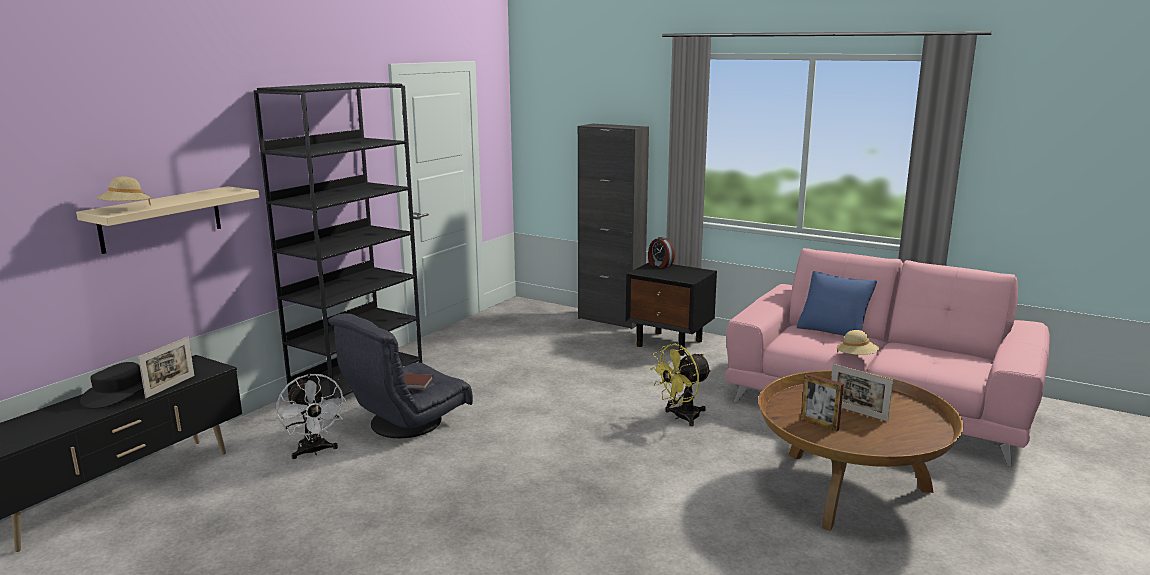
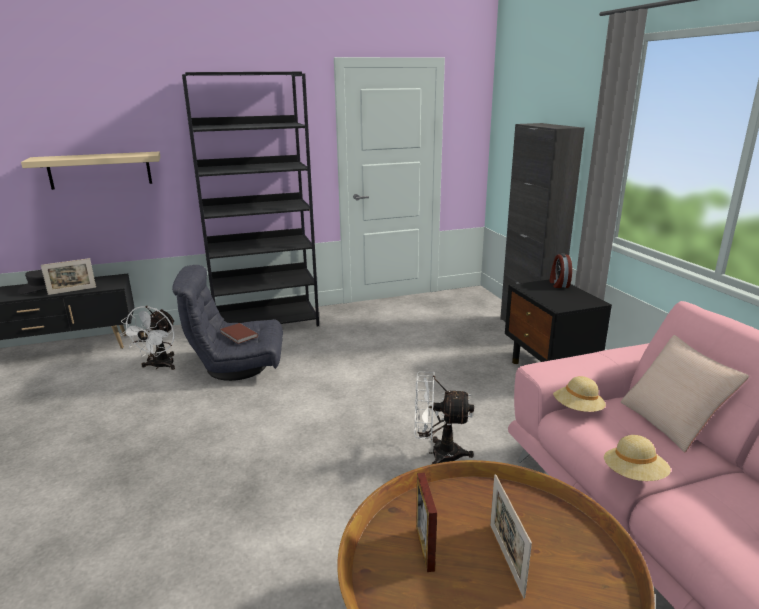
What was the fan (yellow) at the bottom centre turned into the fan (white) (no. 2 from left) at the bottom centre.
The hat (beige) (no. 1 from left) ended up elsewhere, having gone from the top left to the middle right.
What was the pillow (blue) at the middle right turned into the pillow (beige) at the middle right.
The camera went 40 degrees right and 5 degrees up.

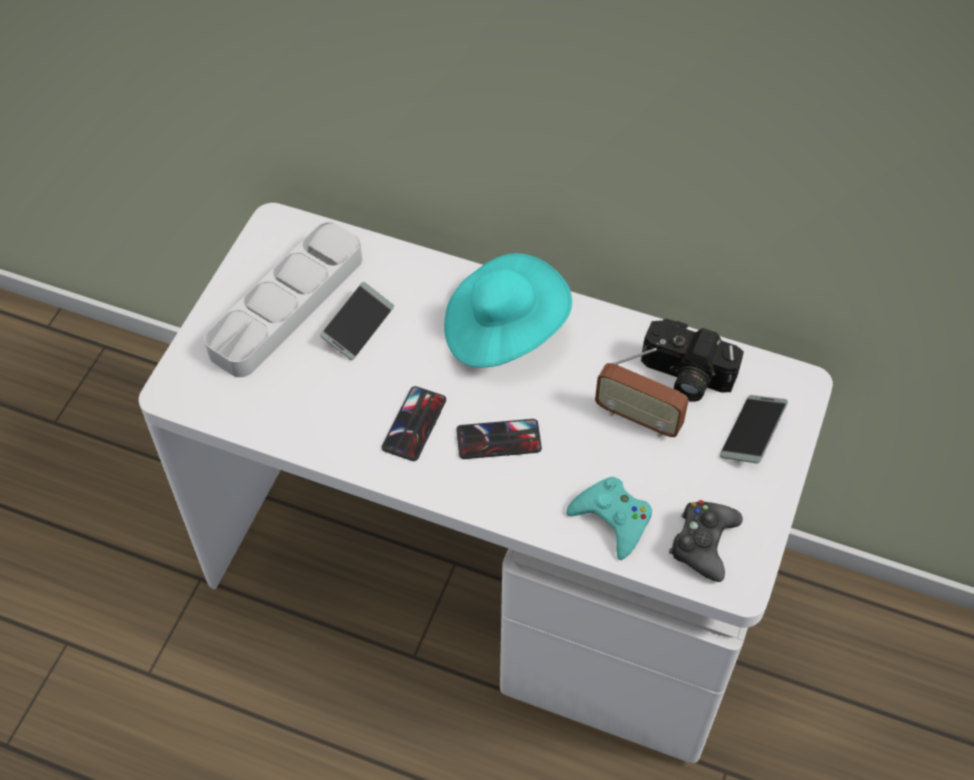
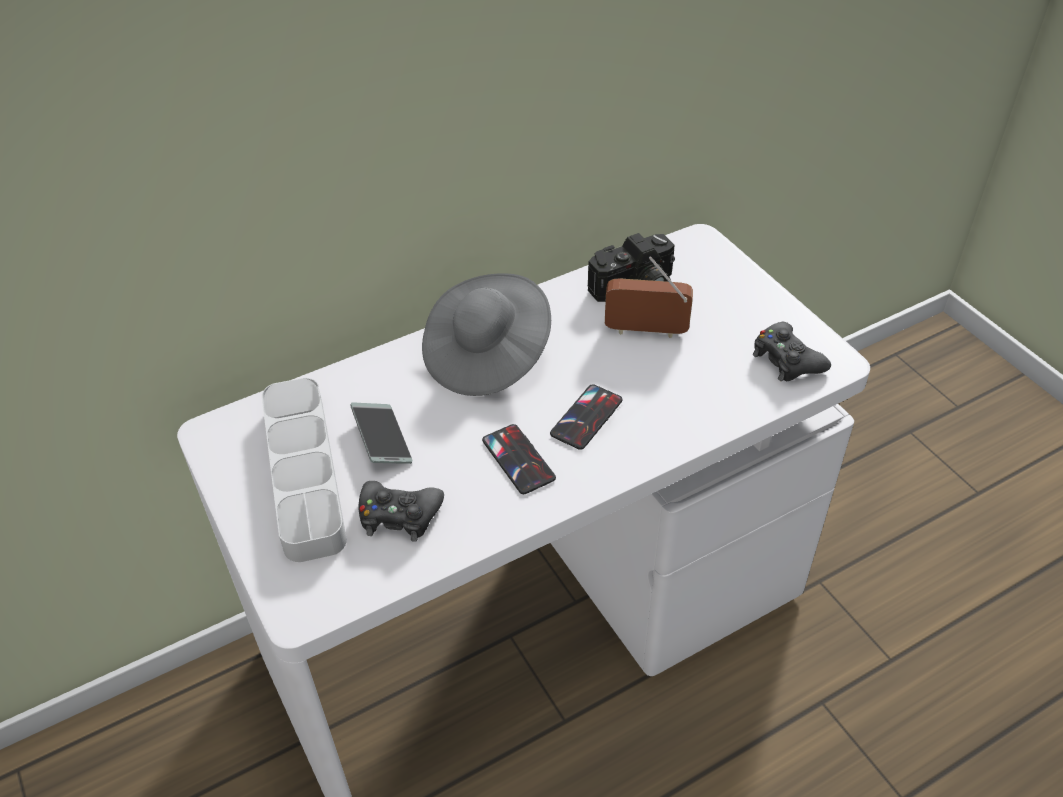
The second view gained the game controller (black) (no. 1 from left) at the centre.
What was the hat (turquoise) at the centre turned into the hat (grey) at the centre.
The radio at the centre ended up facing another way, 150 degrees counterclockwise from before.
The second view lost the game controller (turquoise) at the centre.
The second view lost the phone (no. 4 from left) at the middle right.
The camera went 50 degrees left and 10 degrees down.

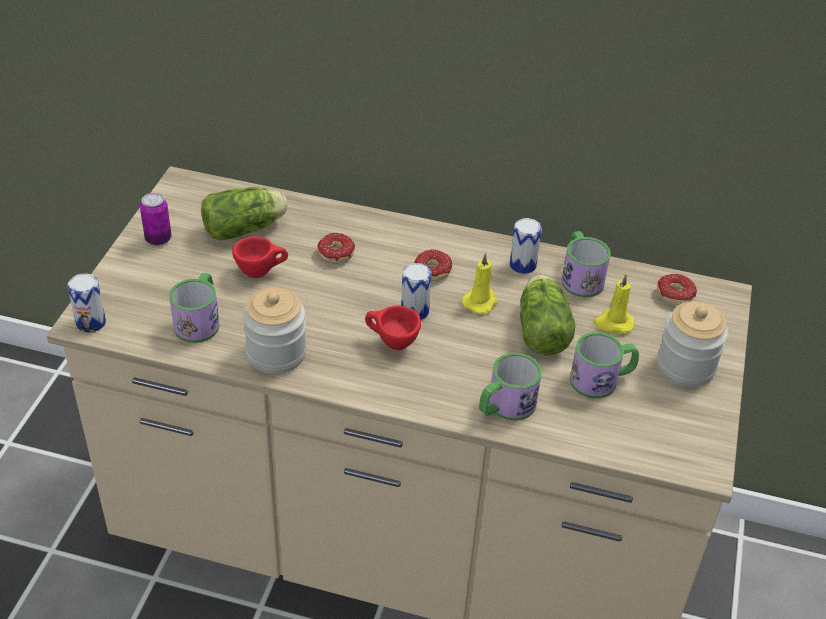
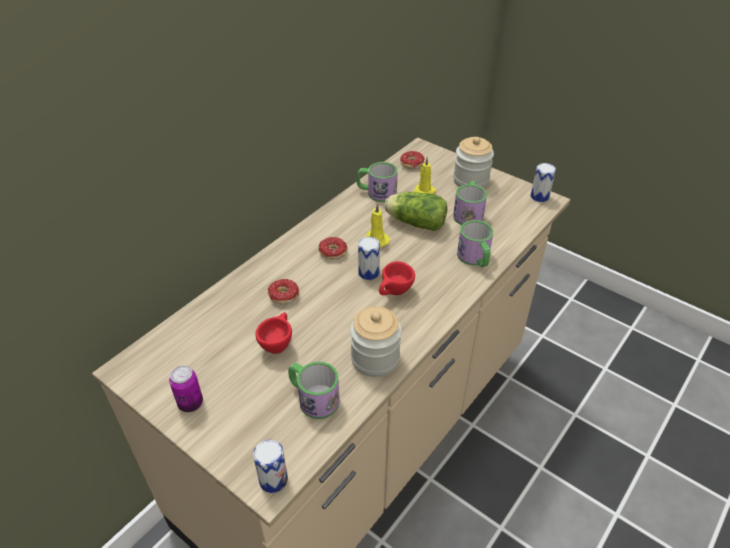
The can (no. 4 from left) ended up elsewhere, having gone from the centre to the top right.
The second view lost the lettuce (no. 1 from left) at the middle left.
The camera went 65 degrees left and 0 degrees up.

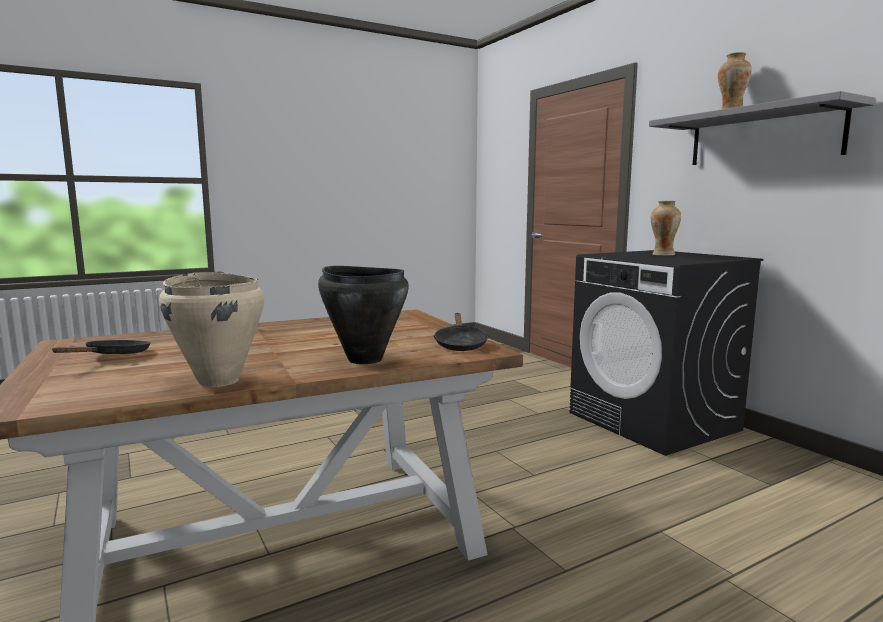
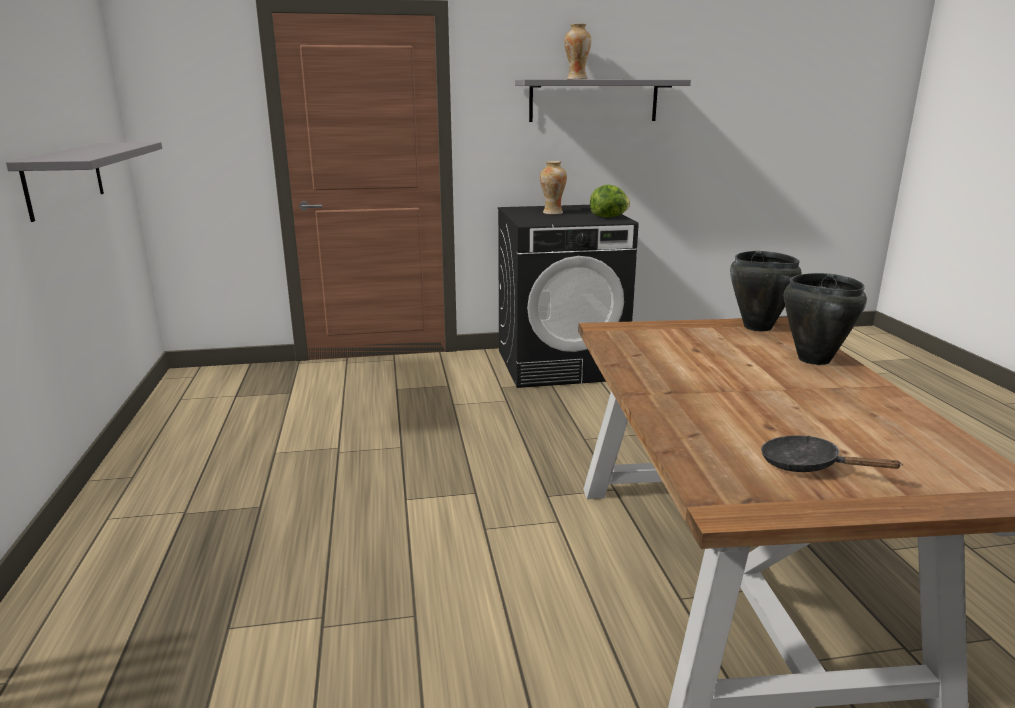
The second view gained the shelf (grey) (no. 1 from left) at the top left.
The second view gained the lettuce at the top centre.
Where the frying pan (black) (no. 2 from left) stood at the centre, the cooking pot (black) (no. 1 from left) came to stand at the middle right.
The second view lost the cooking pot (beige) at the middle left.
The camera went 70 degrees left and 10 degrees up.

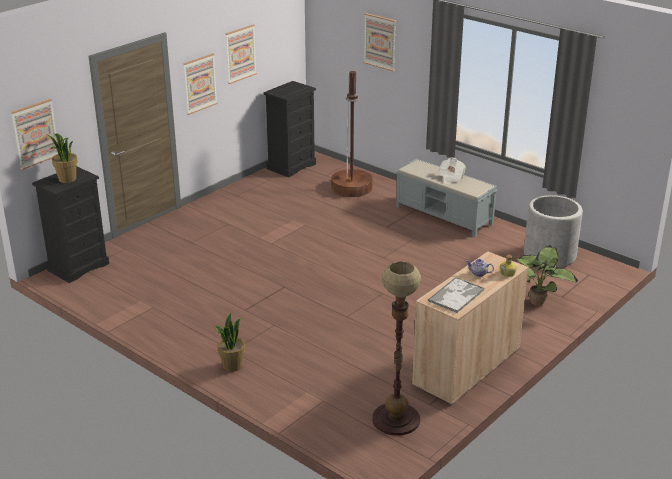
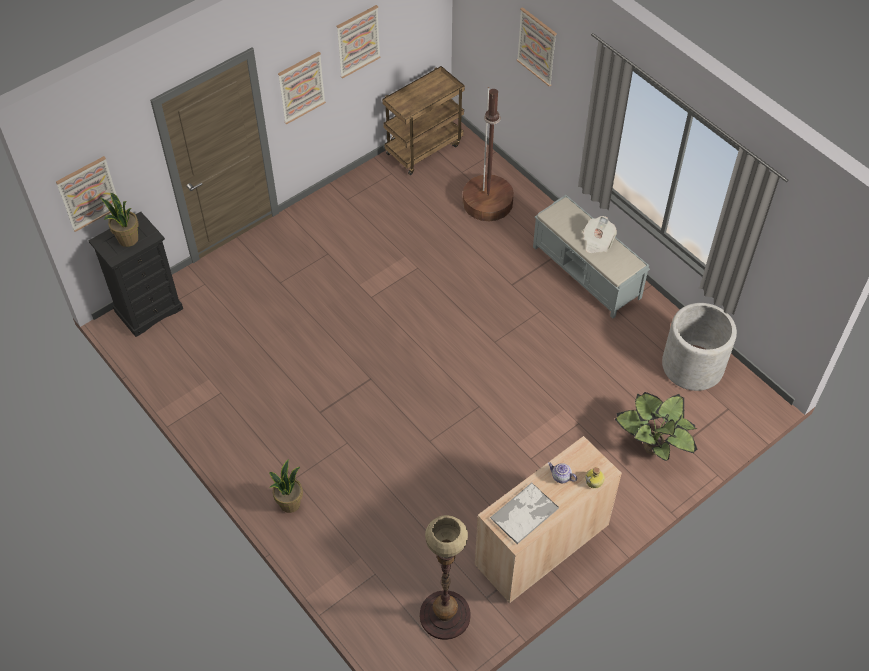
Where the dresser (black) (no. 2 from left) stood at the top centre, the cart (brown) came to stand at the top centre.
The camera went 10 degrees right and 25 degrees up.

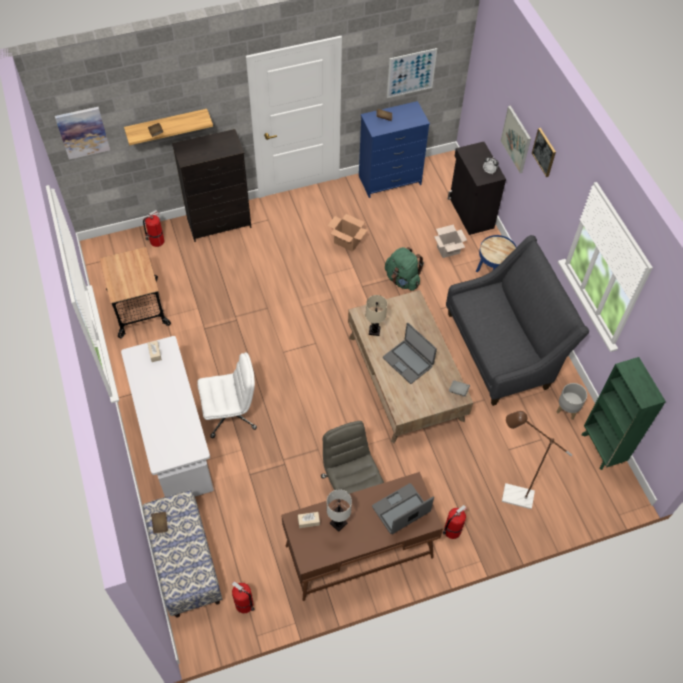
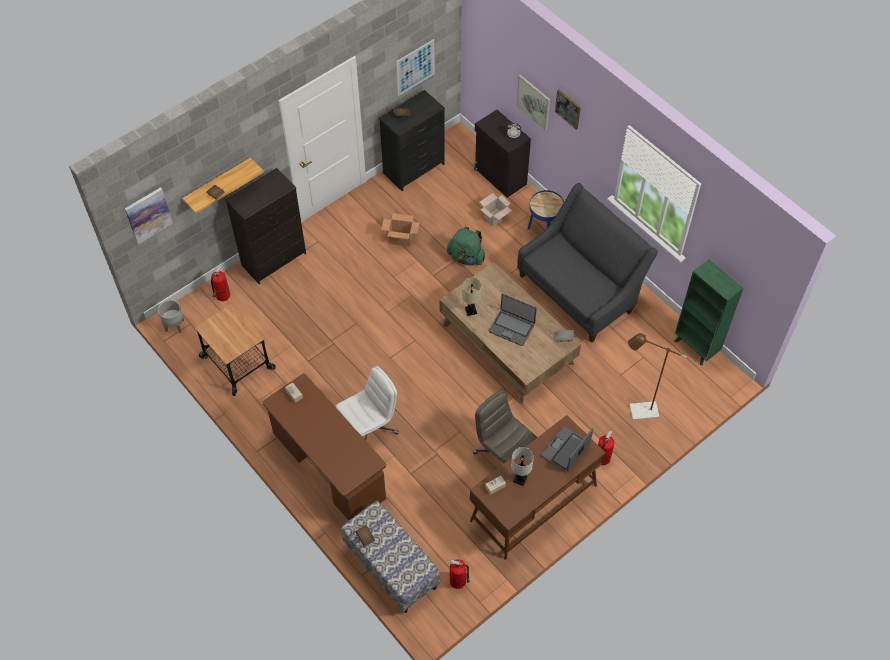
The planter (grey) ended up elsewhere, having gone from the middle right to the middle left.
What was the desk (white) at the middle left turned into the desk (brown) (no. 1 from left) at the bottom centre.
What was the dresser (blue) at the top centre turned into the dresser (black) (no. 2 from left) at the top centre.
The camera went 20 degrees left and 0 degrees up.

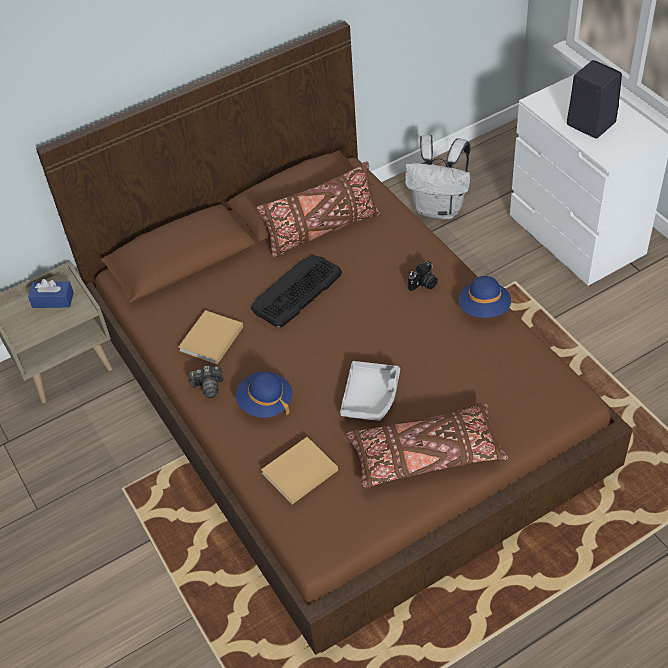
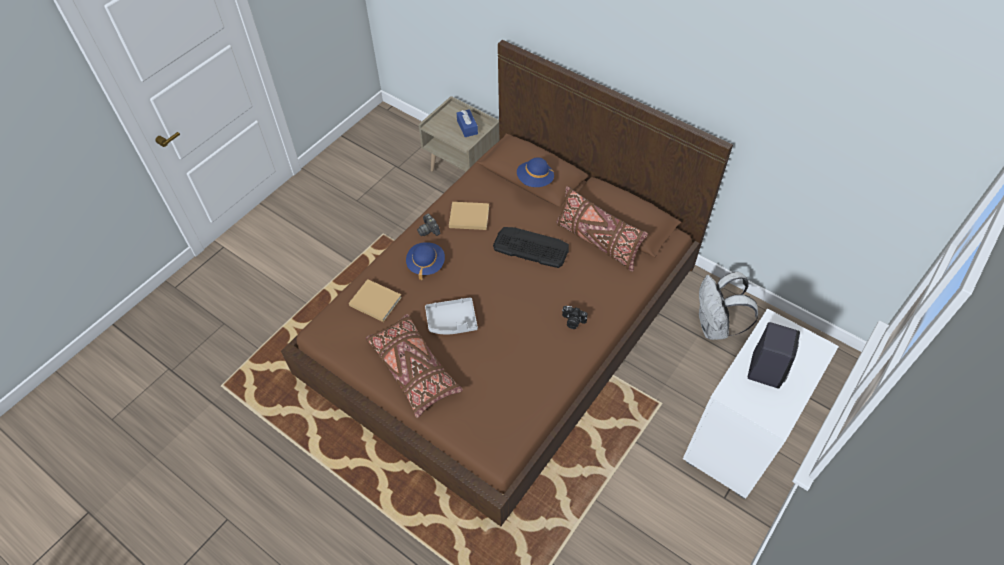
The hat (blue) (no. 2 from left) ended up elsewhere, having gone from the middle right to the top centre.
The camera went 65 degrees right and 5 degrees up.

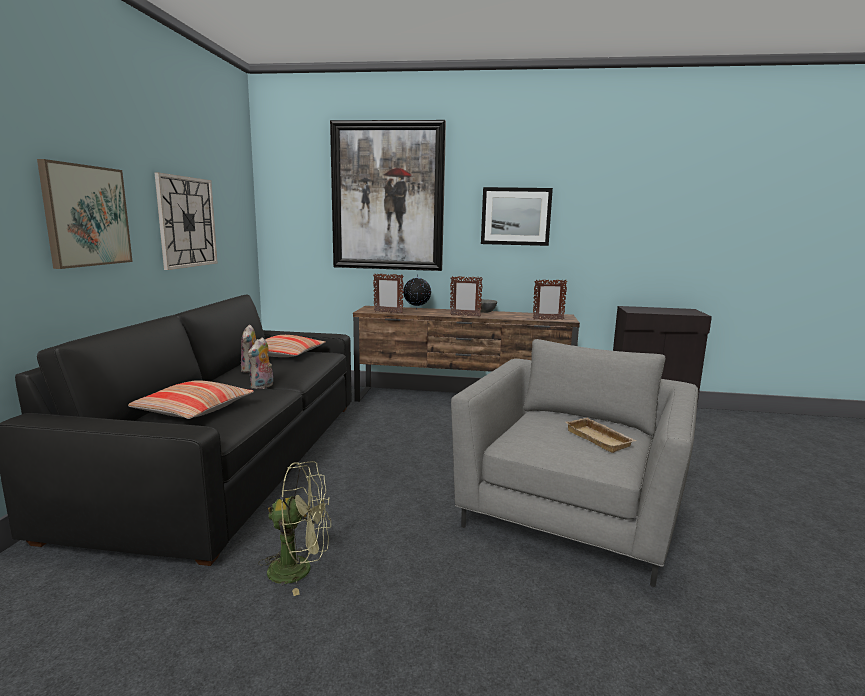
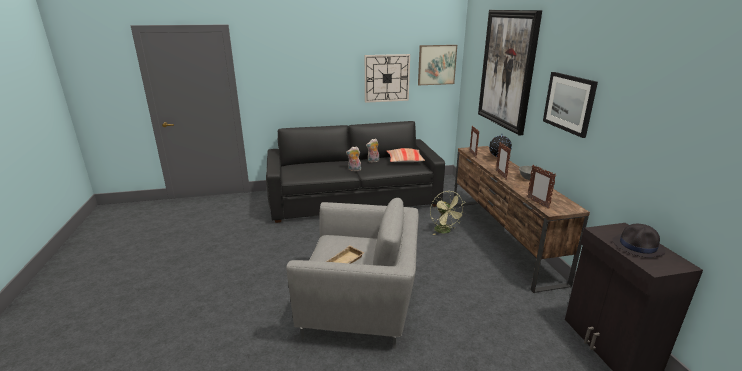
The picture (no. 1 from left) ended up elsewhere, having gone from the top left to the top centre.
The fan (green) ended up elsewhere, having gone from the bottom centre to the centre.
The second view gained the hat (black) at the middle right.
The second view lost the pillow (no. 1 from left) at the middle left.
The camera went 70 degrees right and 10 degrees up.

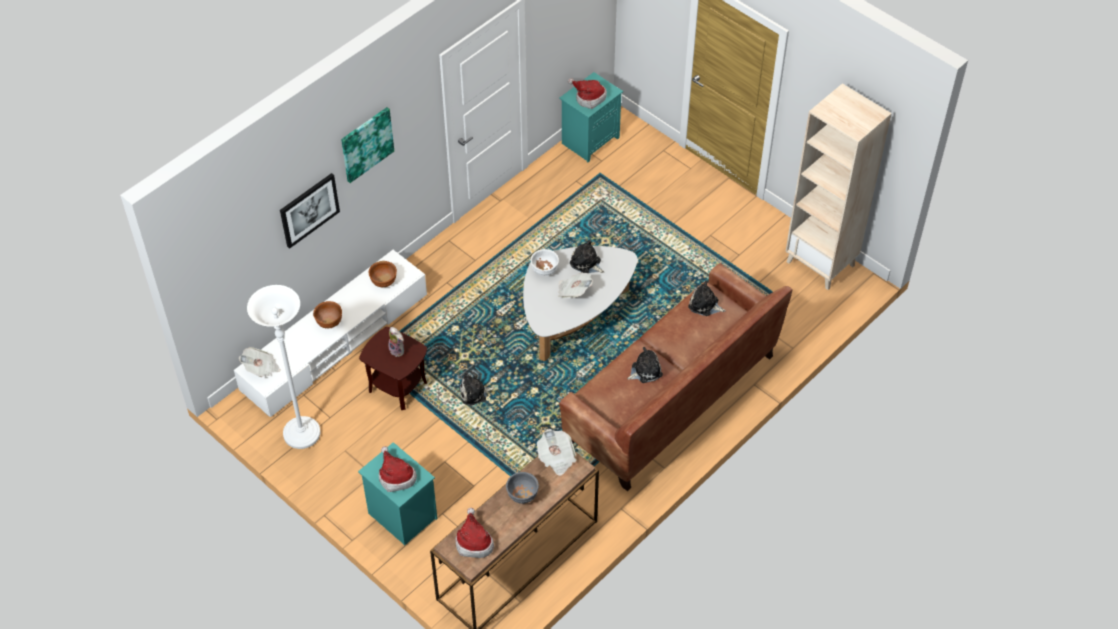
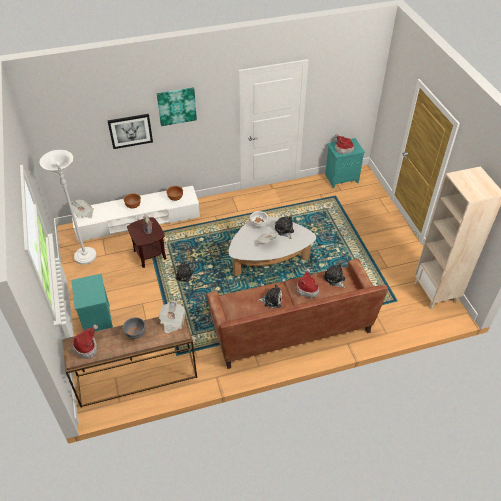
The hat (no. 1 from left in the first image) ended up elsewhere, having gone from the bottom centre to the centre.
The camera went 30 degrees right and 5 degrees down.

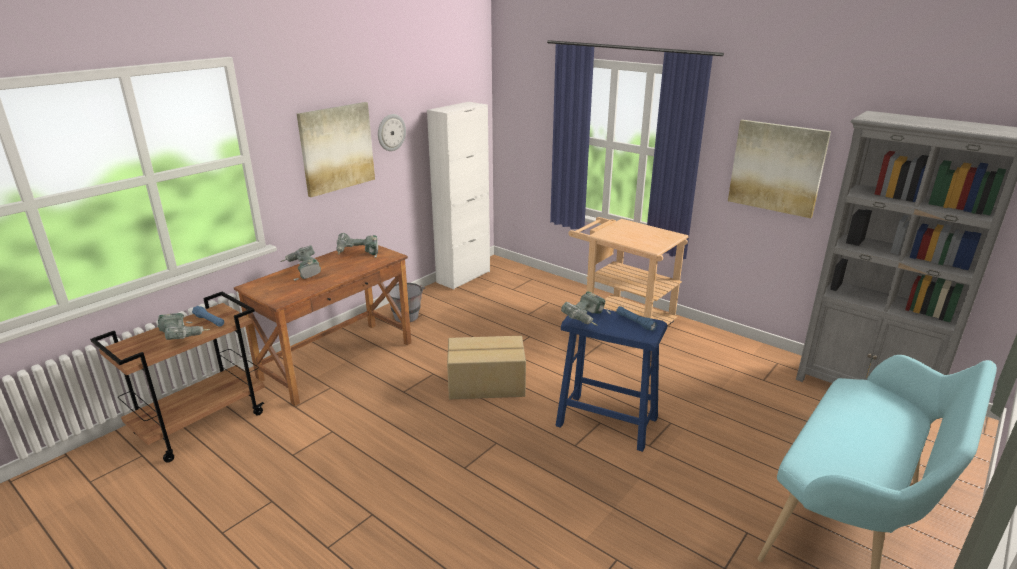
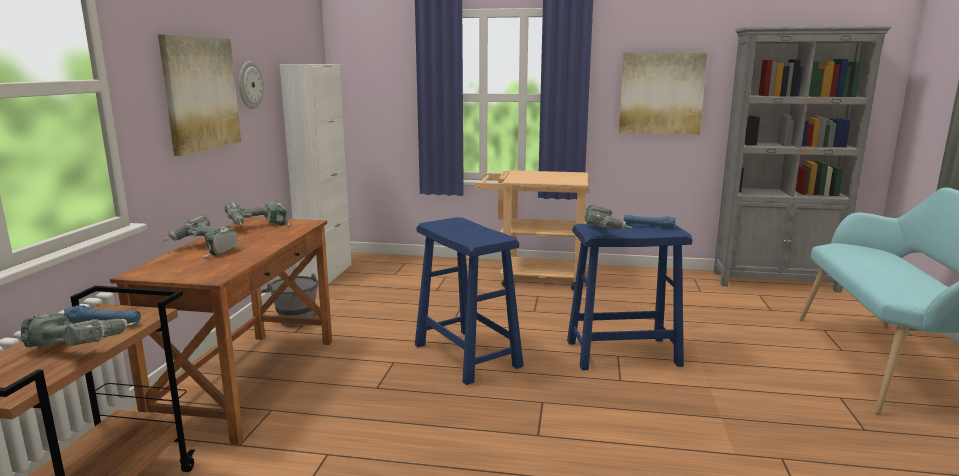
Where the cardboard box stood at the centre, the stool (blue) (no. 1 from left) came to stand at the centre.
The camera went 30 degrees left and 10 degrees down.

